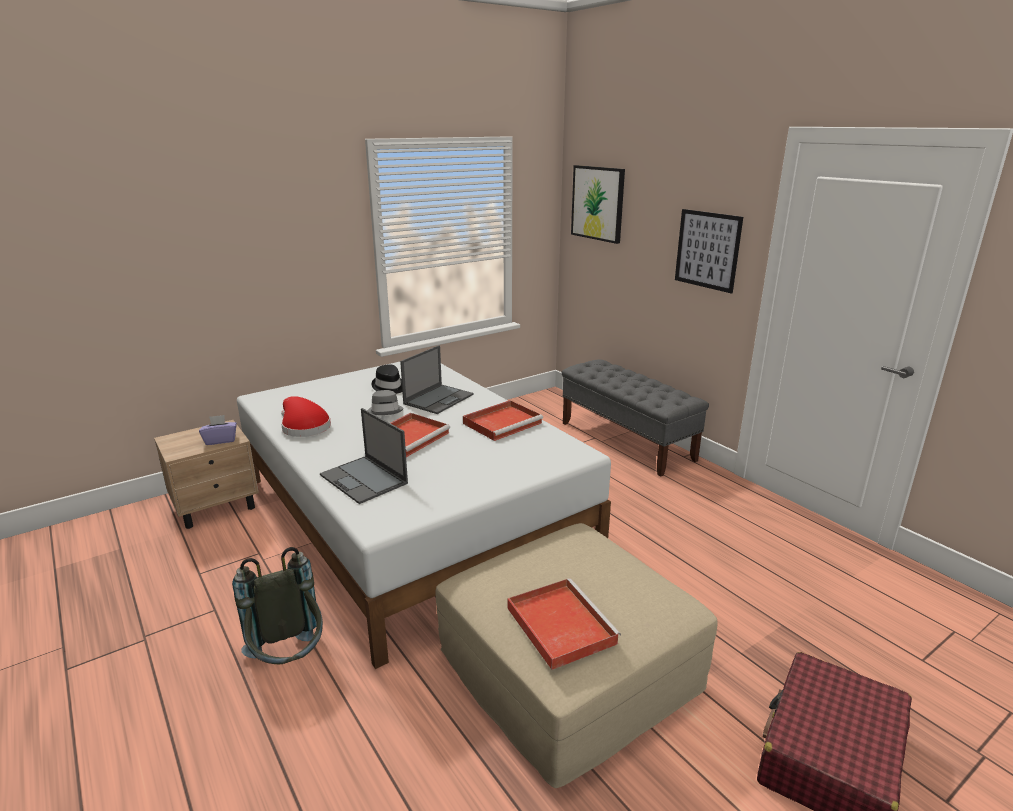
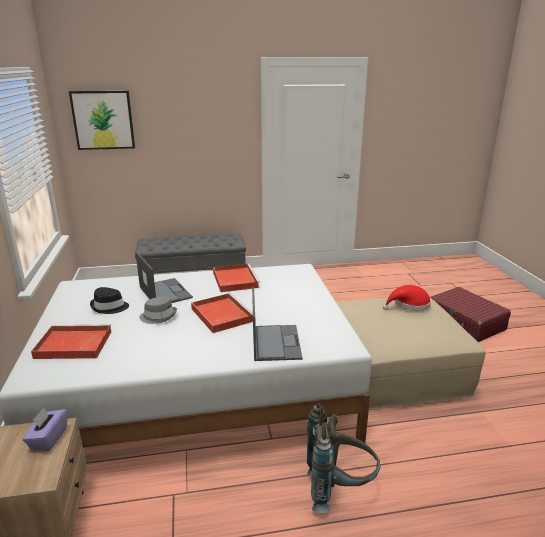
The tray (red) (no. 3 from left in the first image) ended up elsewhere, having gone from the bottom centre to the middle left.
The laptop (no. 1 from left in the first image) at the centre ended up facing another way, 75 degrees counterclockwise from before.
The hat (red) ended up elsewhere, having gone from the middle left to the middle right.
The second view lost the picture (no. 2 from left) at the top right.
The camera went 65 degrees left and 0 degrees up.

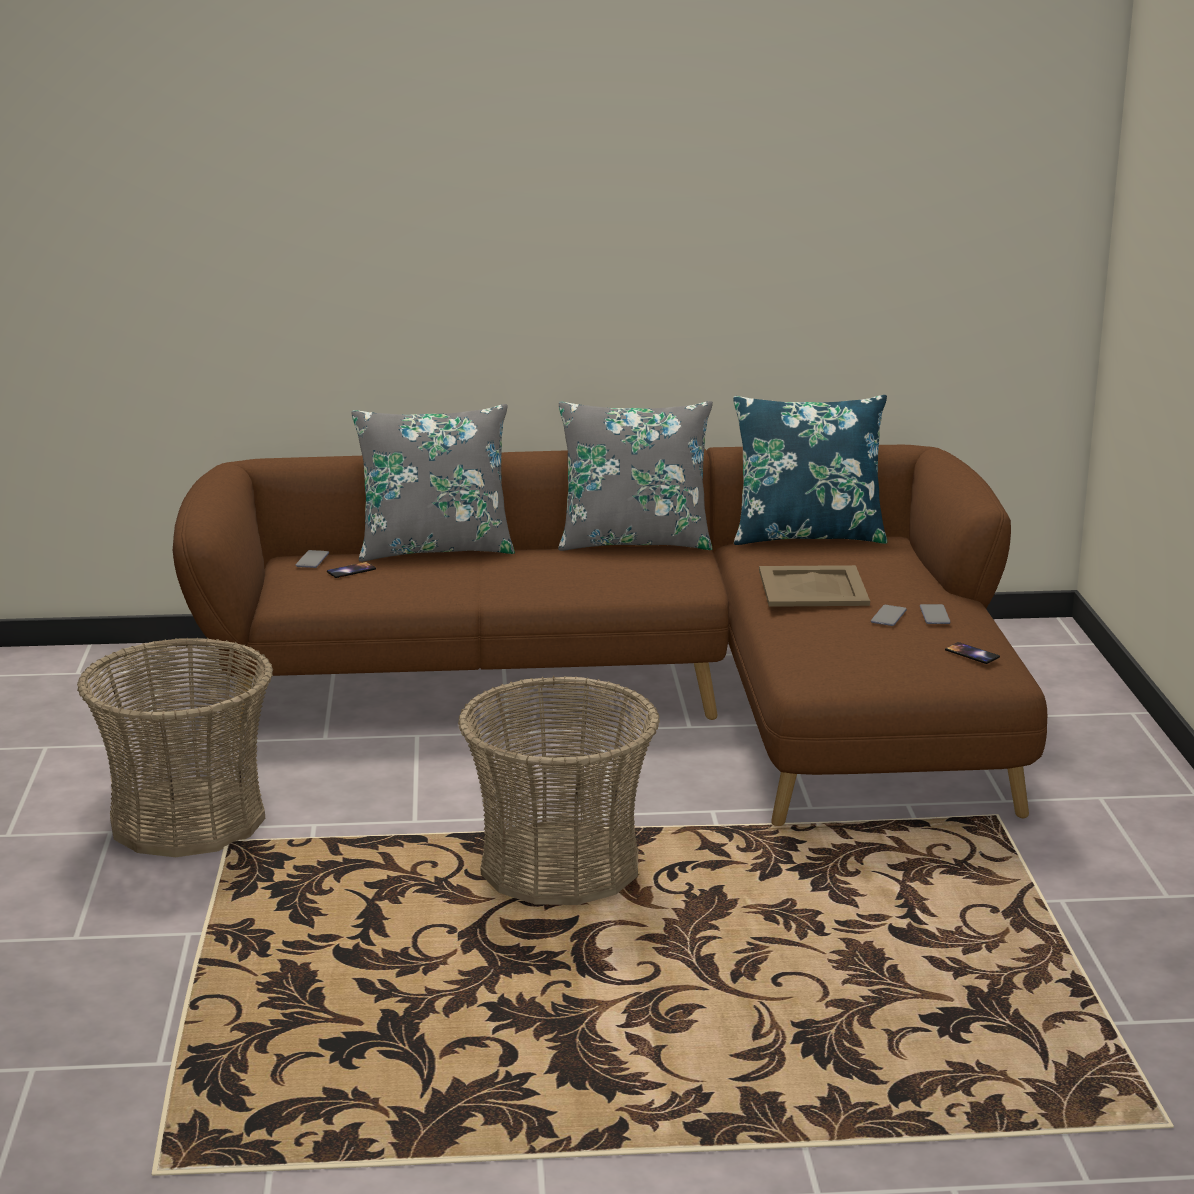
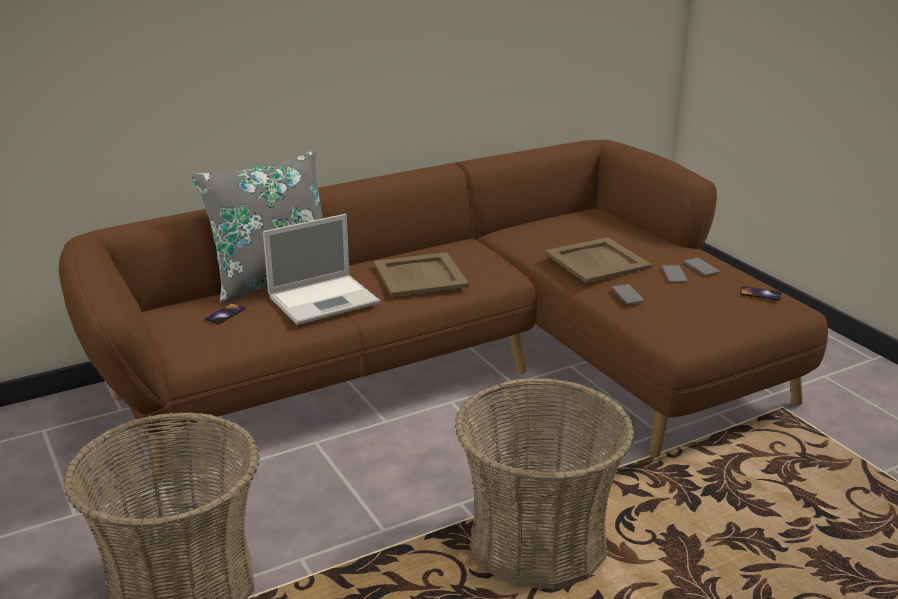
The second view gained the laptop at the centre.
The second view gained the tray (beige) (no. 1 from left) at the centre.
The phone (no. 1 from left in the first image) ended up elsewhere, having gone from the middle left to the middle right.
The second view lost the pillow (grey) (no. 2 from left) at the centre.
The second view lost the pillow (blue) at the middle right.
The camera went 25 degrees left and 5 degrees up.

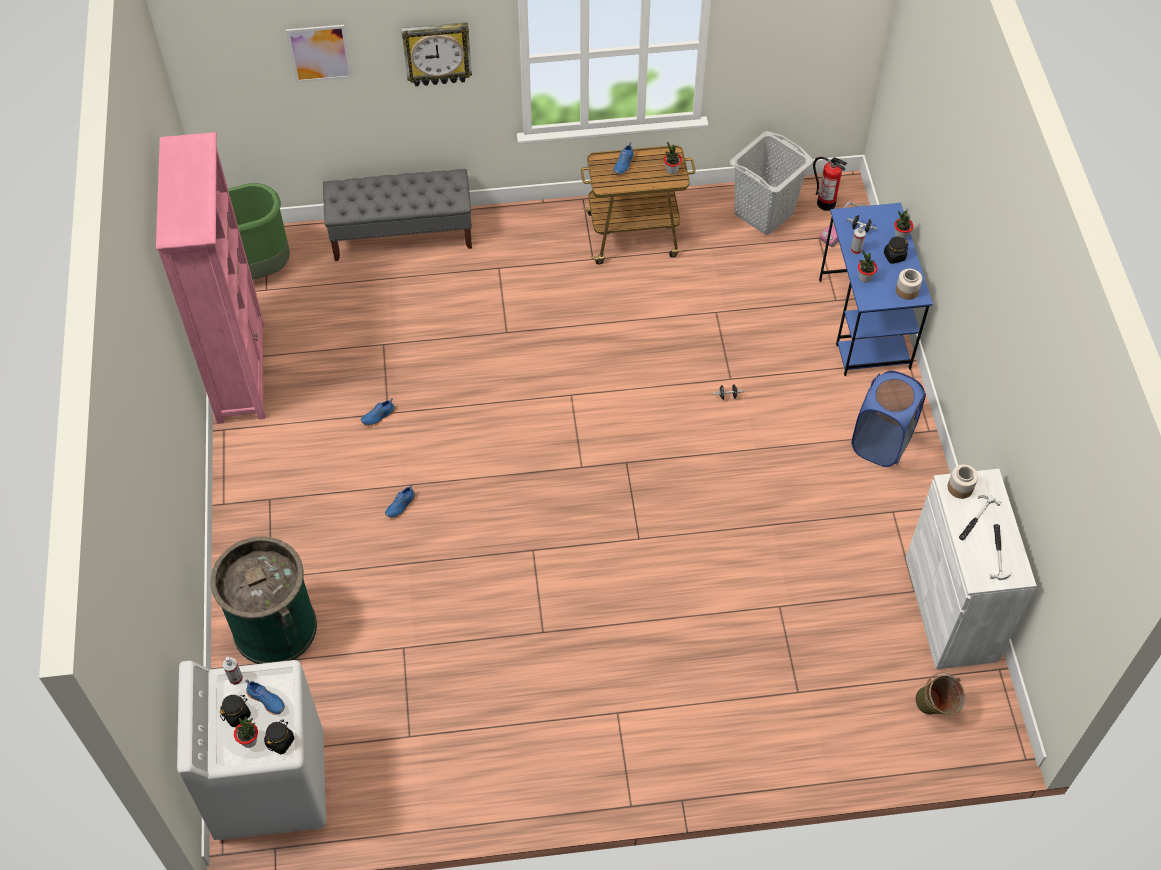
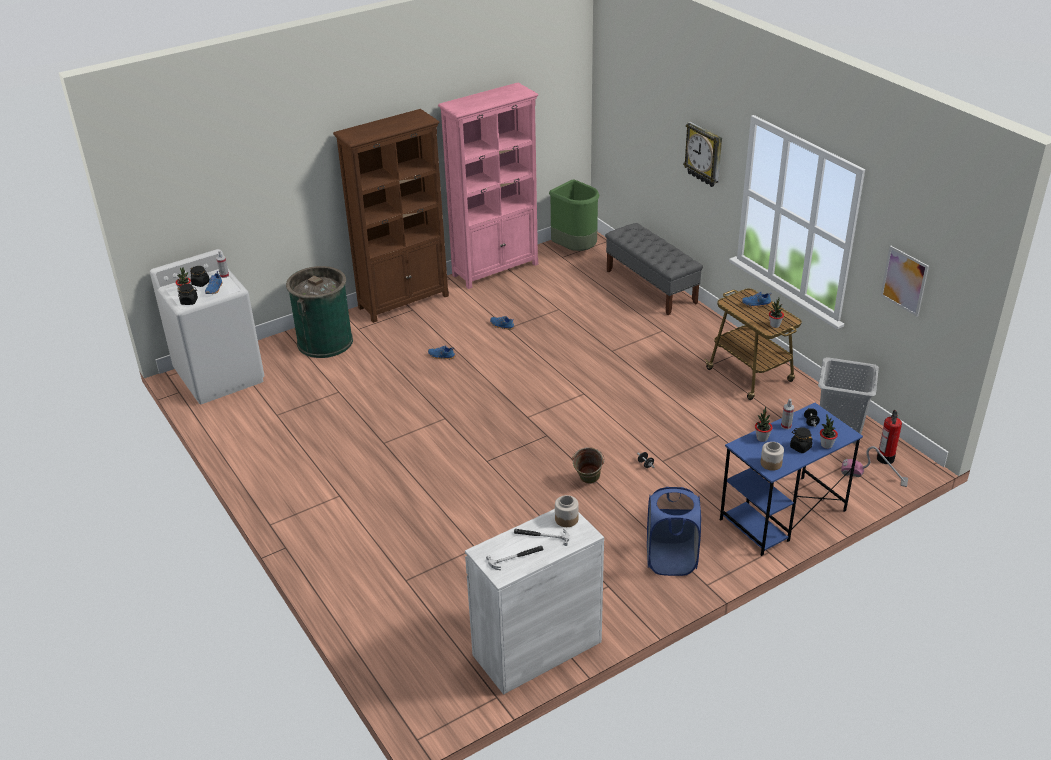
The second view gained the bookcase (brown) at the top centre.
The bucket (green) ended up elsewhere, having gone from the bottom right to the centre.
The picture ended up elsewhere, having gone from the top left to the middle right.
The camera went 65 degrees right and 20 degrees down.

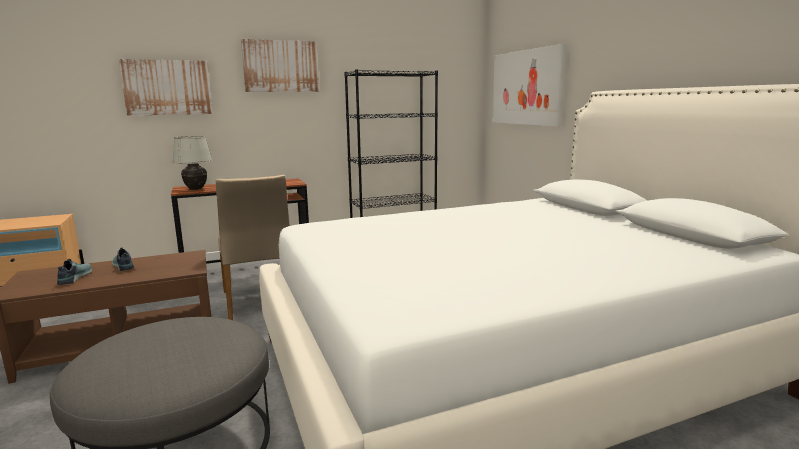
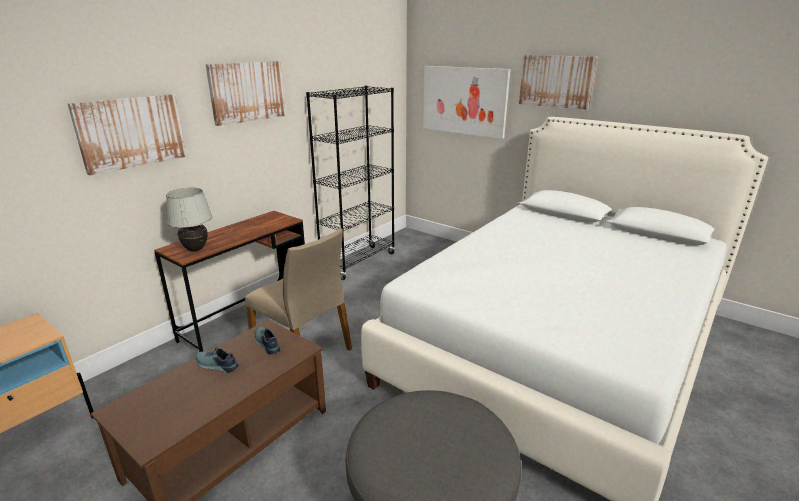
The shoe (no. 1 from left in the first image) ended up elsewhere, having gone from the middle left to the bottom centre.
The second view gained the picture (no. 4 from left) at the top right.
The camera went 30 degrees left and 10 degrees up.

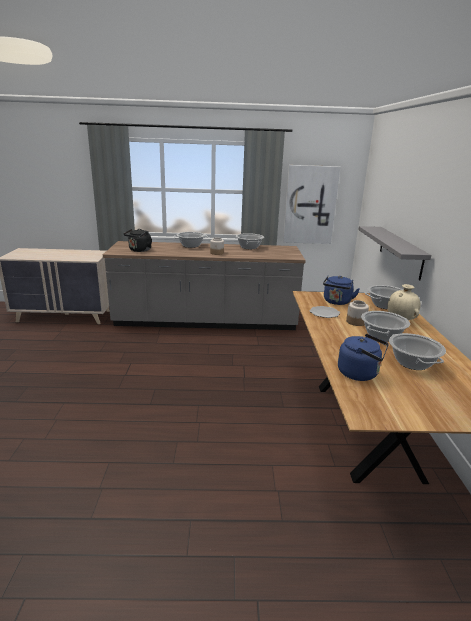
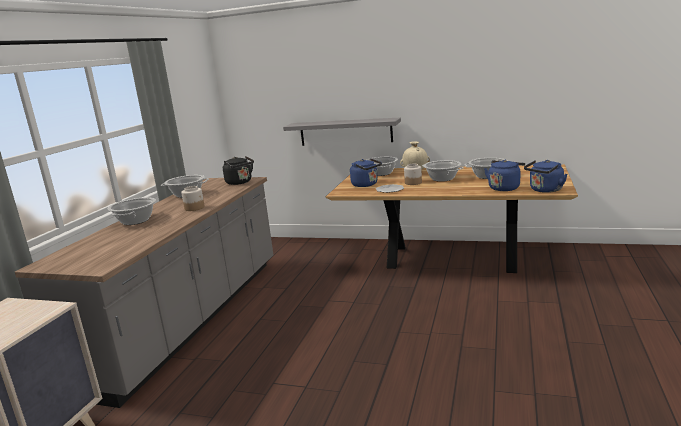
The kettle (black) ended up elsewhere, having gone from the middle left to the centre.
The second view gained the kettle (blue) (no. 3 from left) at the middle right.
The second view lost the picture at the top centre.
The camera went 70 degrees left and 5 degrees down.

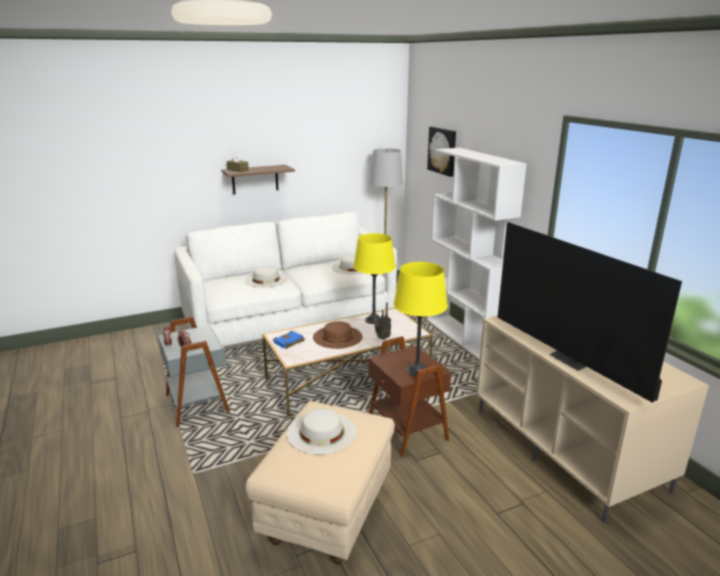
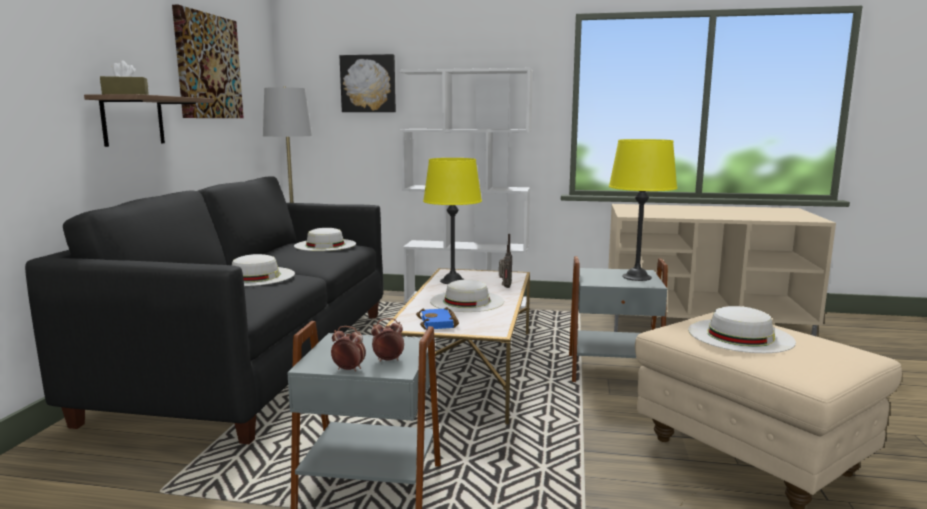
What was the sofa (white) at the centre turned into the sofa (black) at the middle left.
The second view gained the picture (no. 1 from left) at the top left.
What was the hat (brown) at the centre turned into the hat (white) (no. 3 from left) at the centre.
What was the side table (brown) at the bottom centre turned into the side table (grey) (no. 2 from left) at the middle right.
The second view lost the television at the middle right.
The camera went 55 degrees left and 10 degrees down.

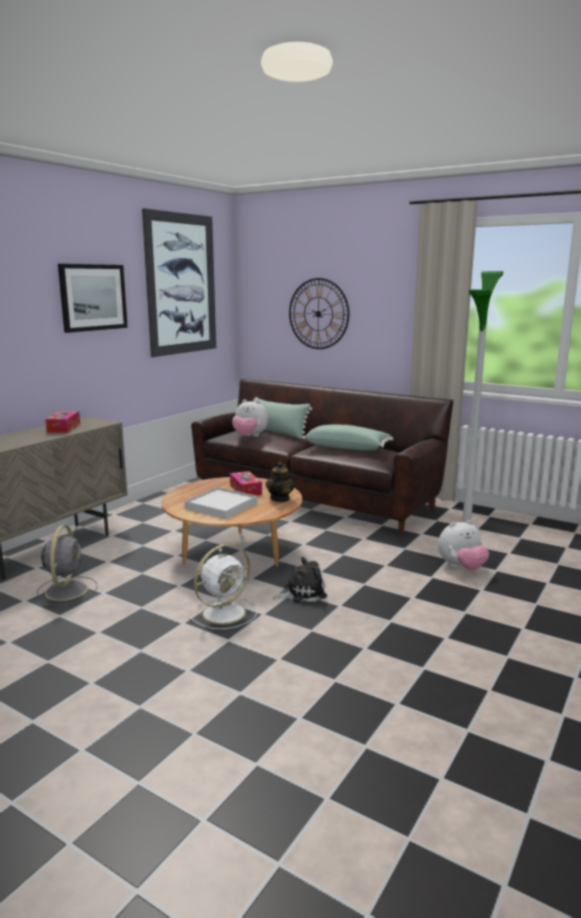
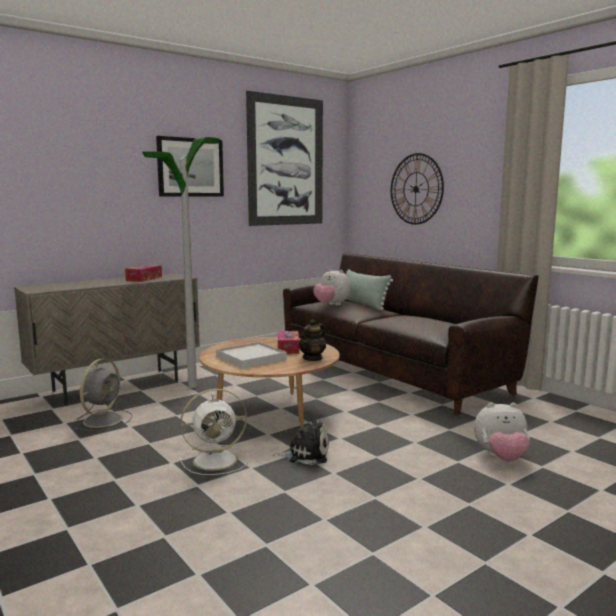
The floor lamp ended up elsewhere, having gone from the middle right to the middle left.
The second view lost the pillow (green) (no. 2 from left) at the centre.
The camera went 20 degrees right and 5 degrees down.

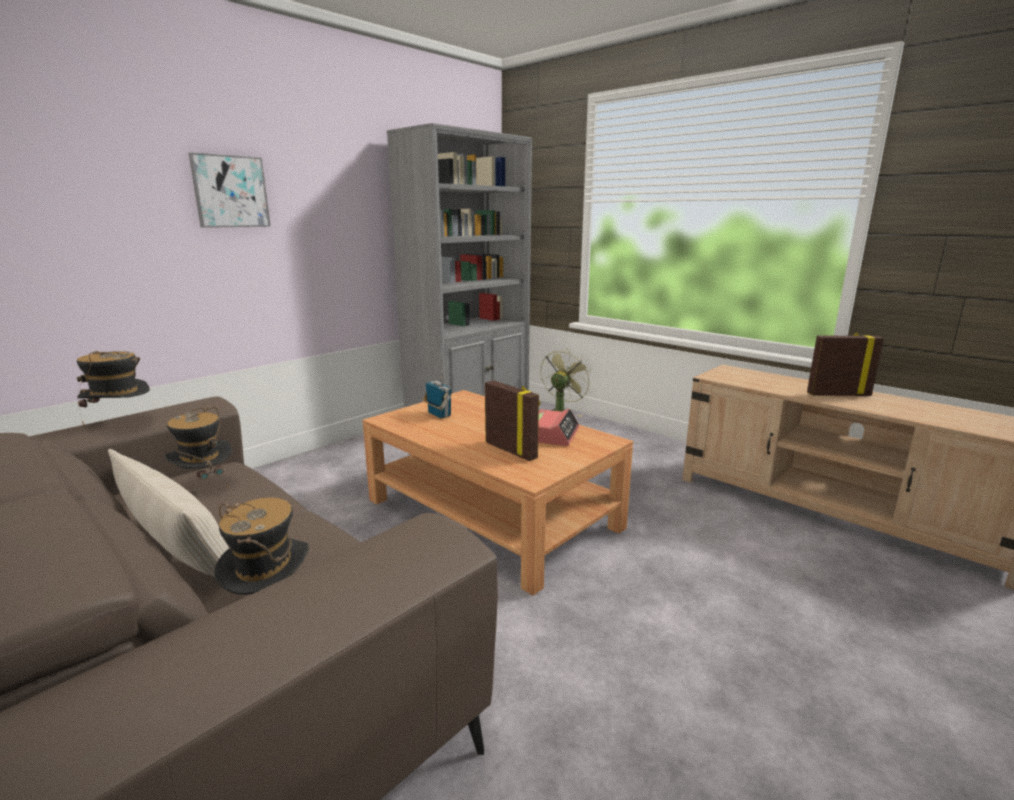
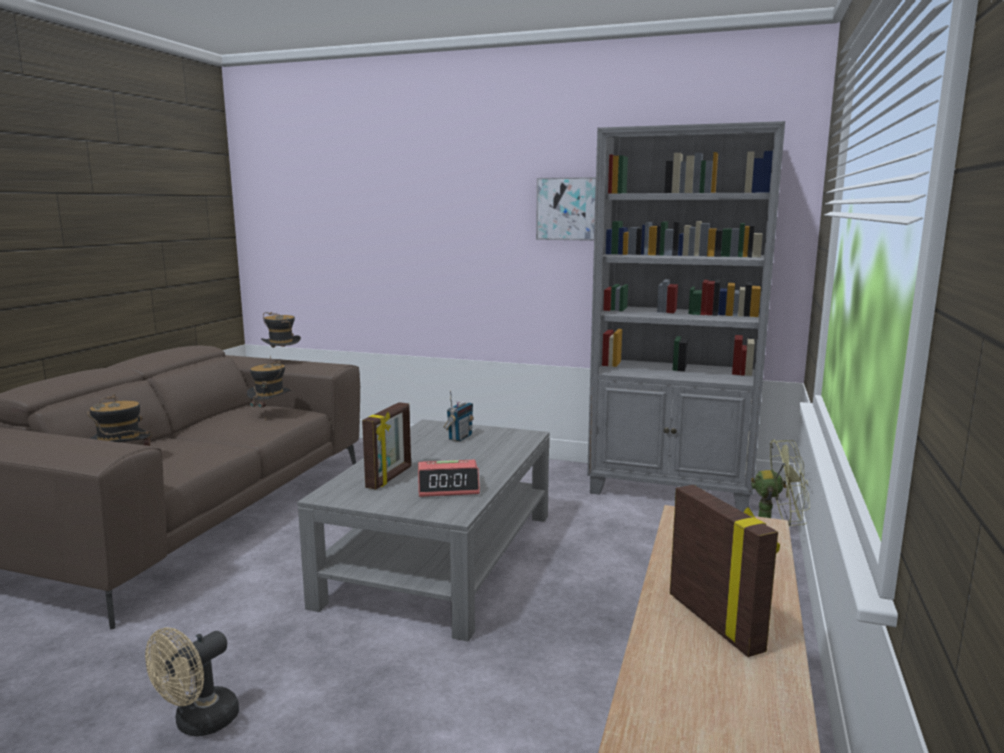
The second view gained the fan (beige) at the bottom left.
What was the coffee table (brown) at the centre turned into the coffee table (grey) at the bottom centre.
The picture ended up elsewhere, having gone from the top left to the top centre.
The second view lost the pillow (beige) at the middle left.
The camera went 65 degrees right and 5 degrees down.

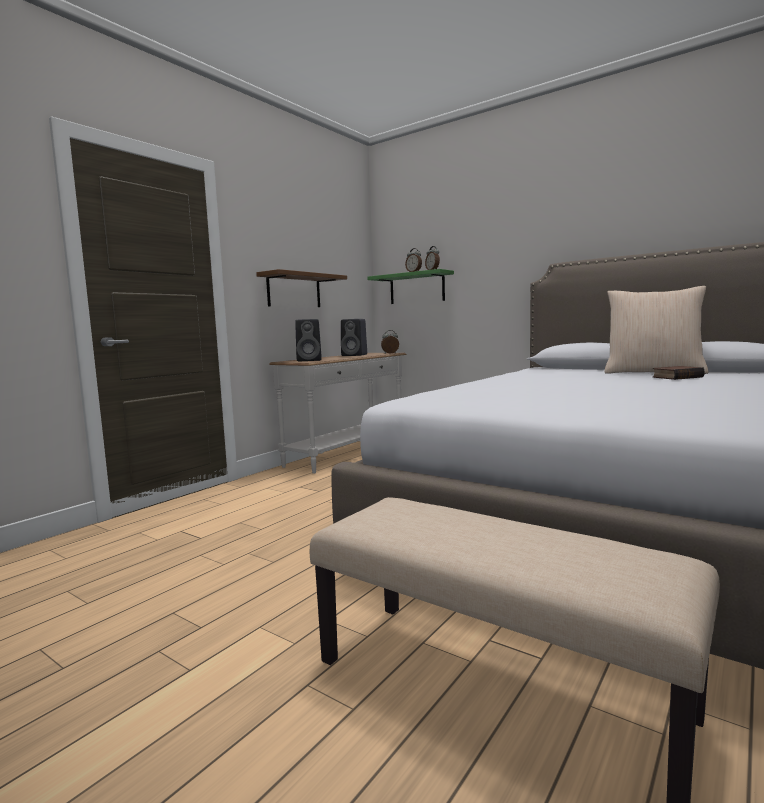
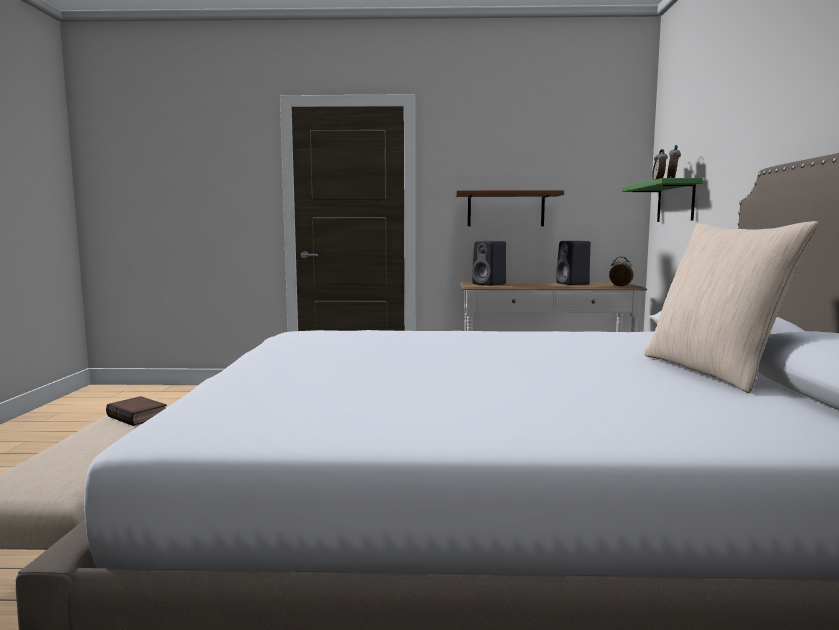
The book ended up elsewhere, having gone from the middle right to the middle left.
The camera went 55 degrees right and 0 degrees up.

